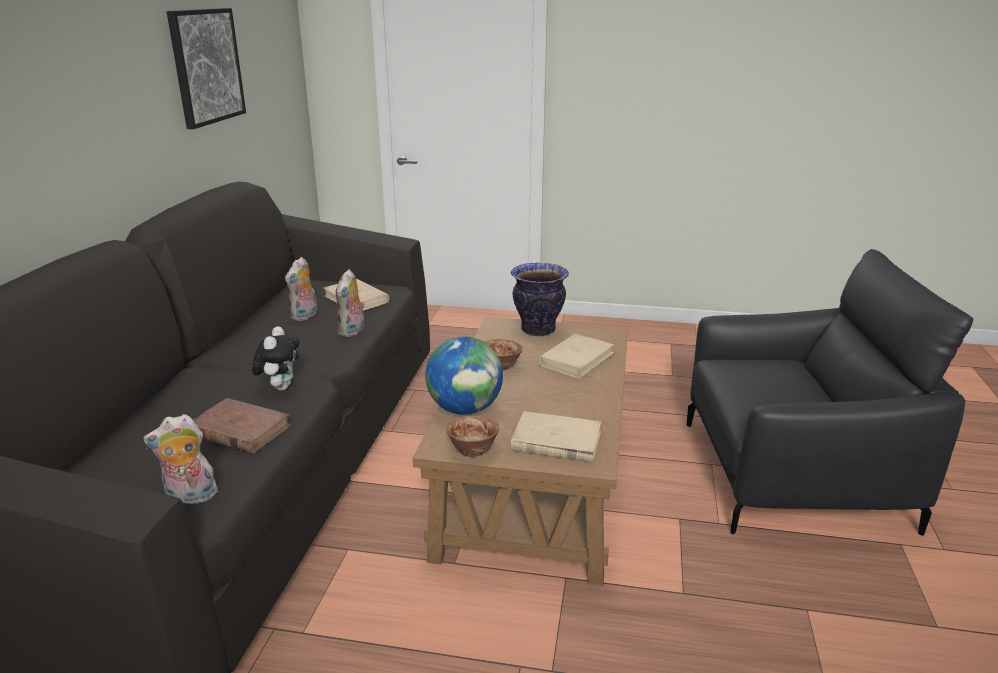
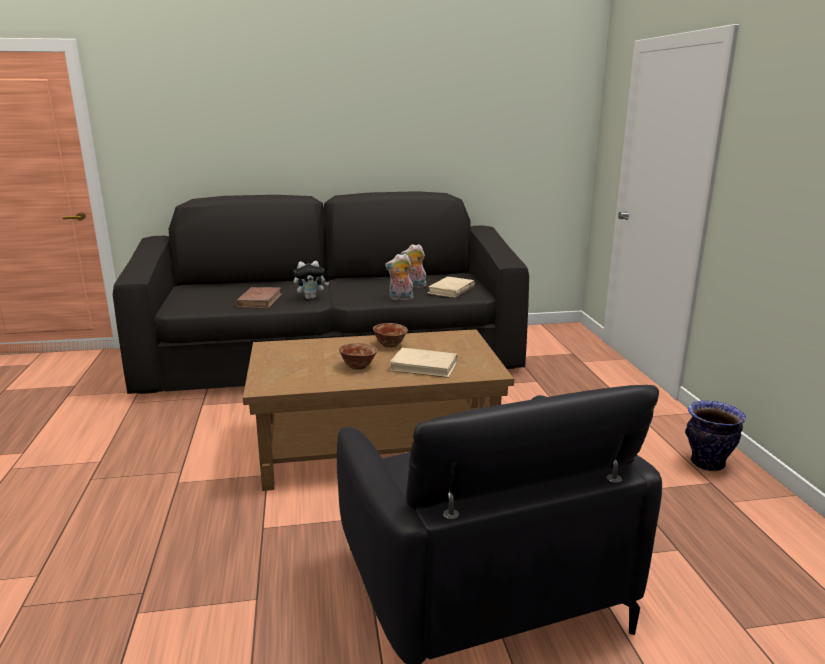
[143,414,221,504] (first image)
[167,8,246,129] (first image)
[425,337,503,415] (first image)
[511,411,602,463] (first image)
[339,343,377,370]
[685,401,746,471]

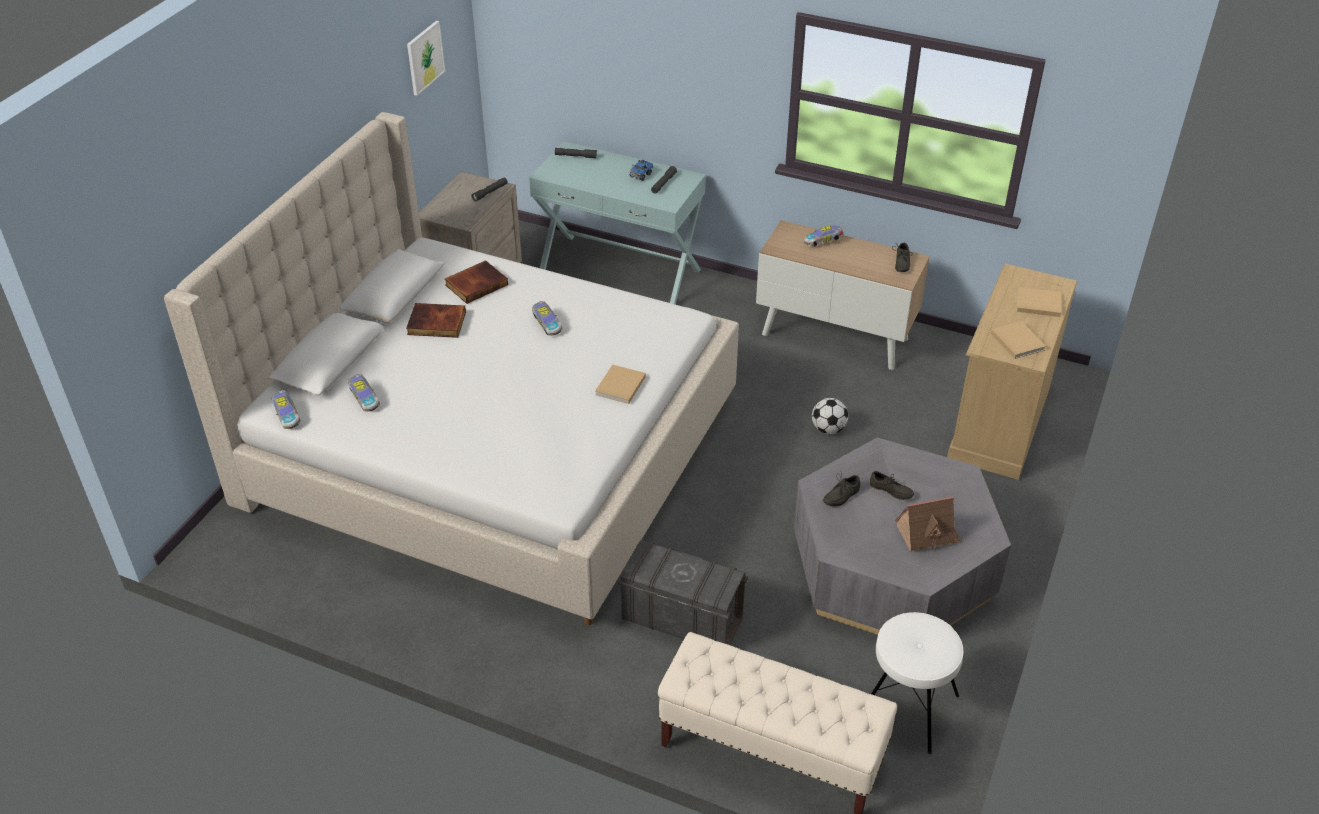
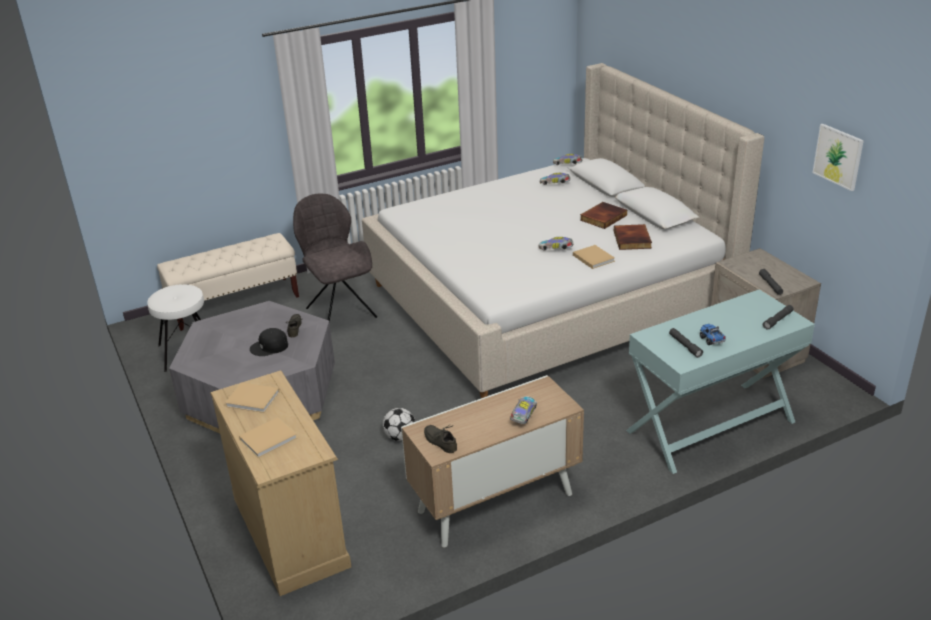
[895,496,962,552] (first image)
[573,245,615,269]
[293,194,377,322]
[250,328,288,356]

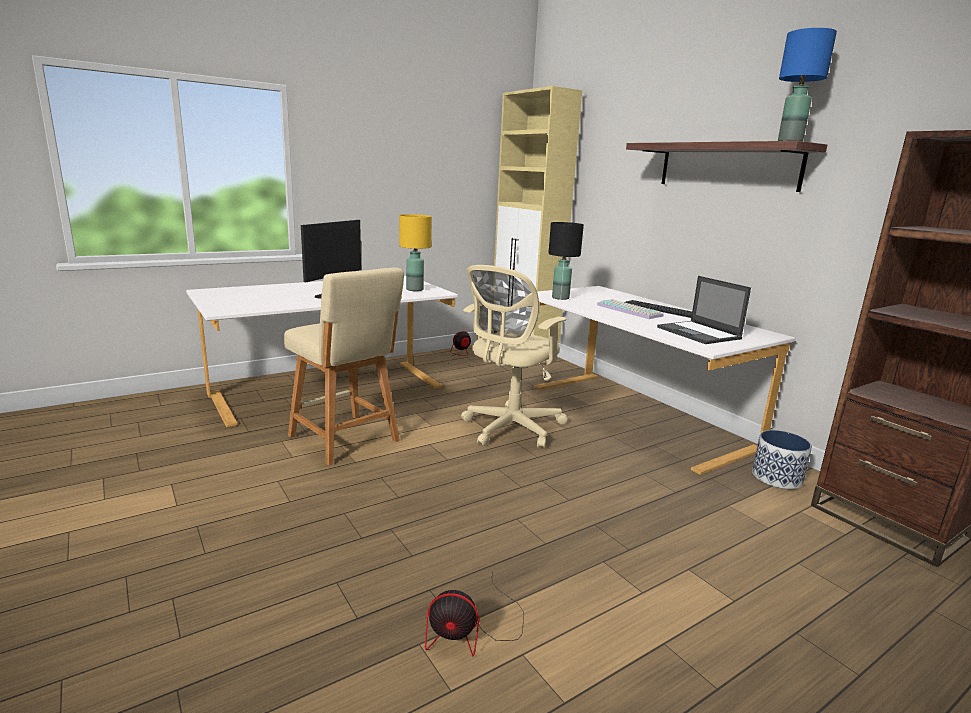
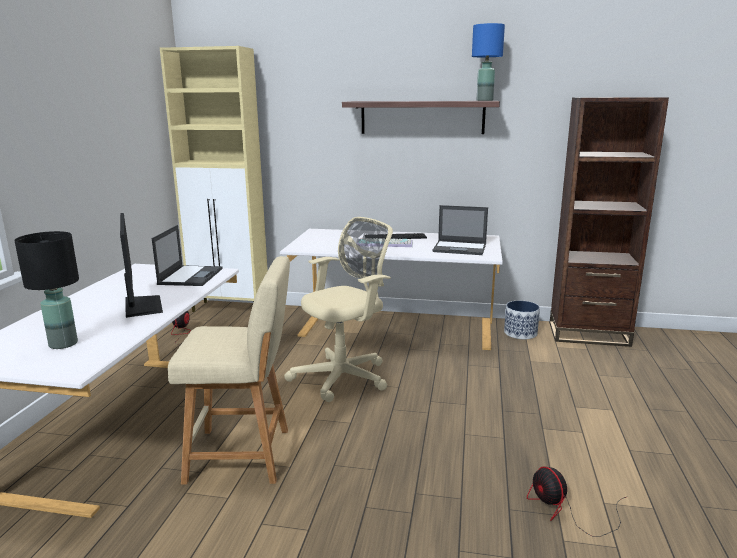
[14,231,79,349]
[152,225,222,286]
[527,466,628,537]
[284,217,393,402]

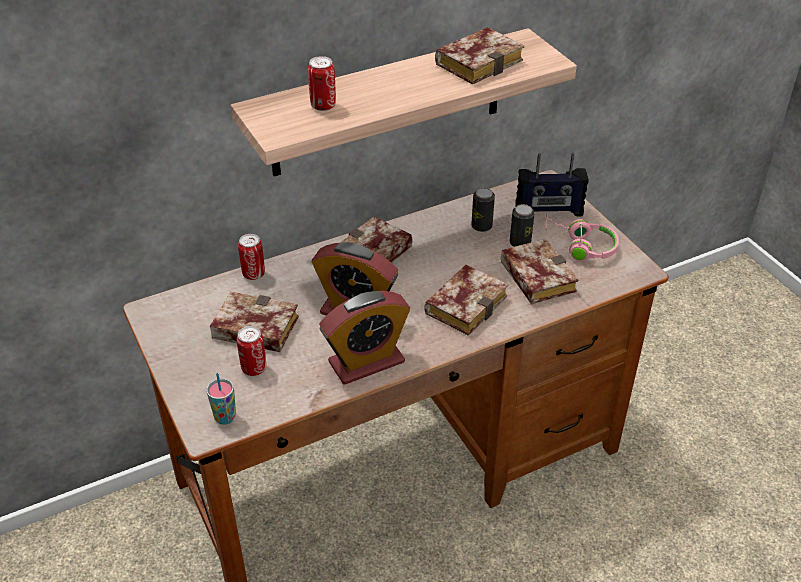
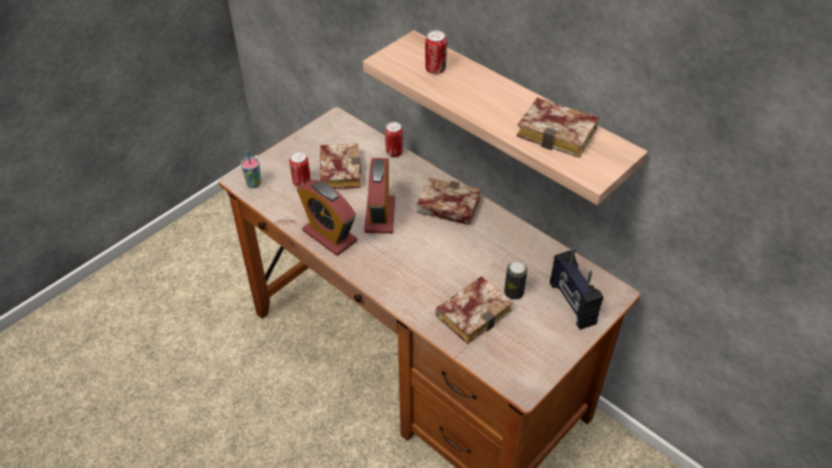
[424,265,508,336] (first image)
[471,188,495,232] (first image)
[545,213,619,261] (first image)

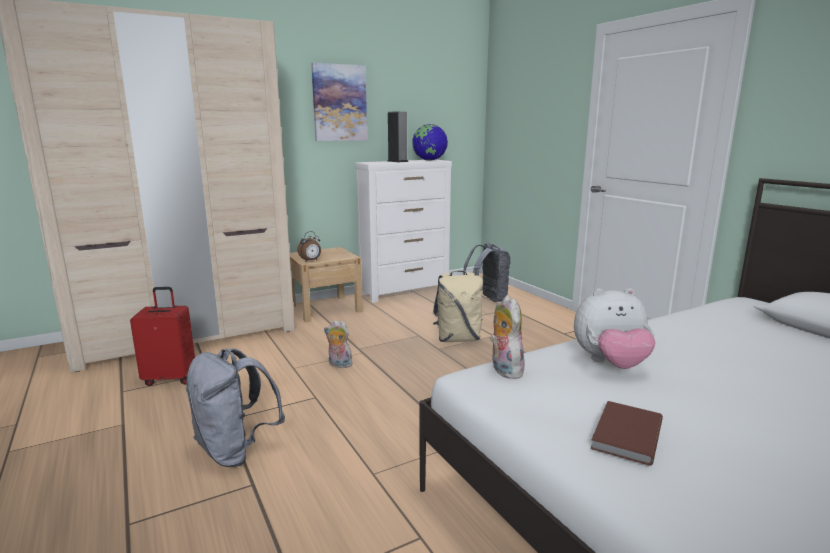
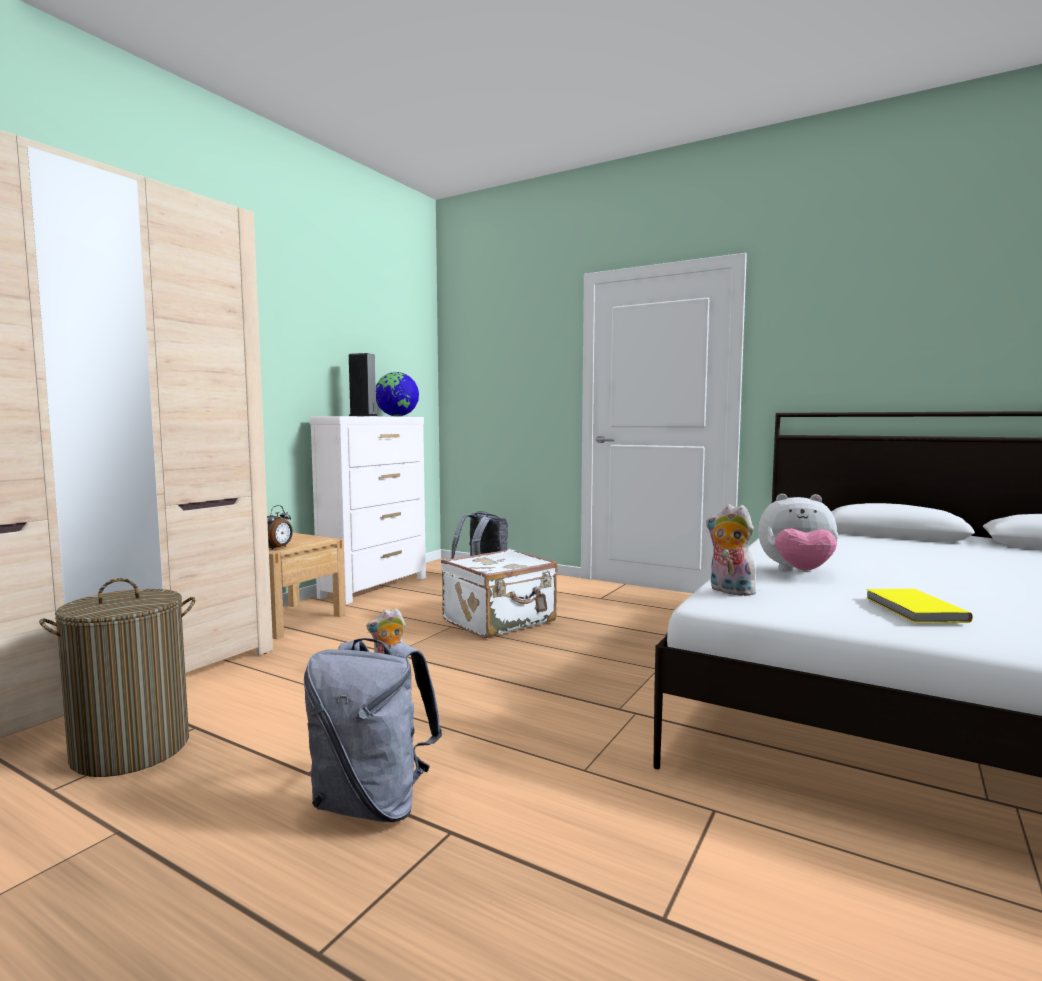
[311,63,367,141] (first image)
[39,578,195,777]
[441,549,558,638]
[865,589,973,623]
[758,494,838,572]

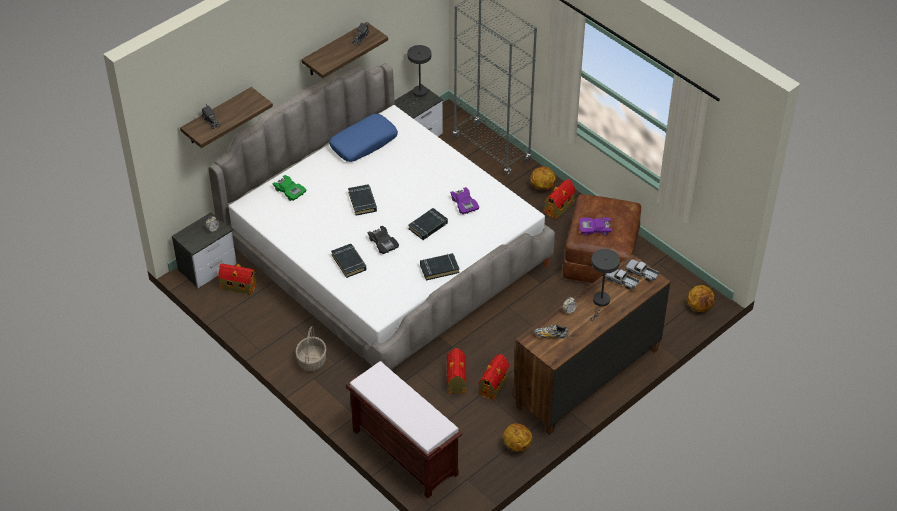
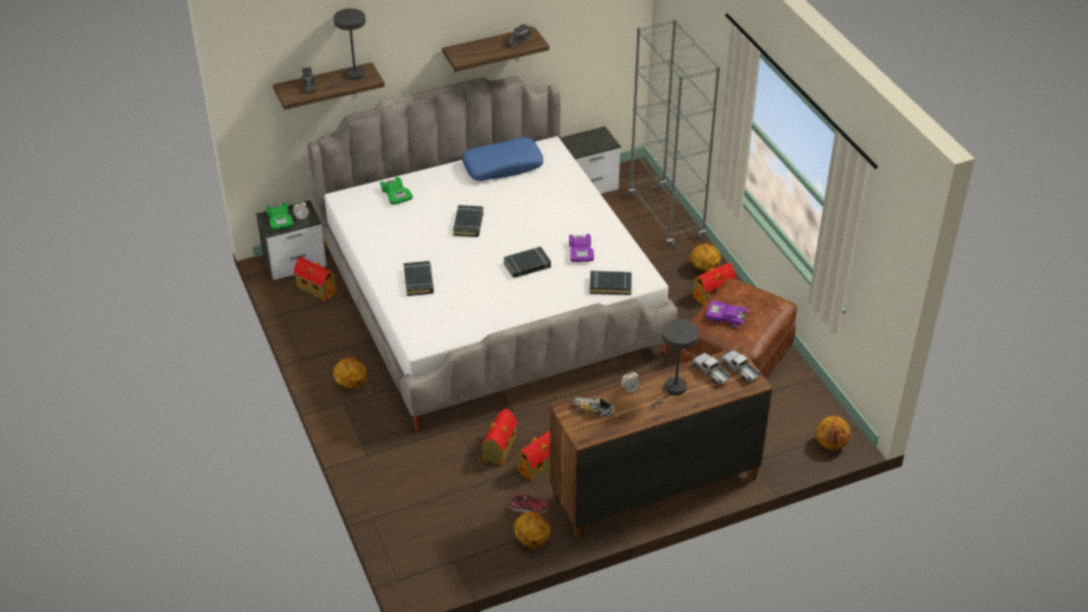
[346,361,463,498] (first image)
[367,226,399,254] (first image)
[266,202,293,230]
[509,493,550,514]
[328,8,366,88]
[590,270,632,295]
[333,358,367,389]

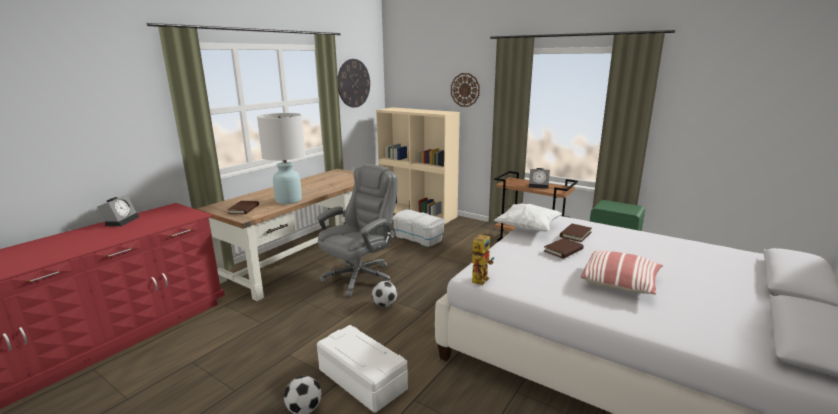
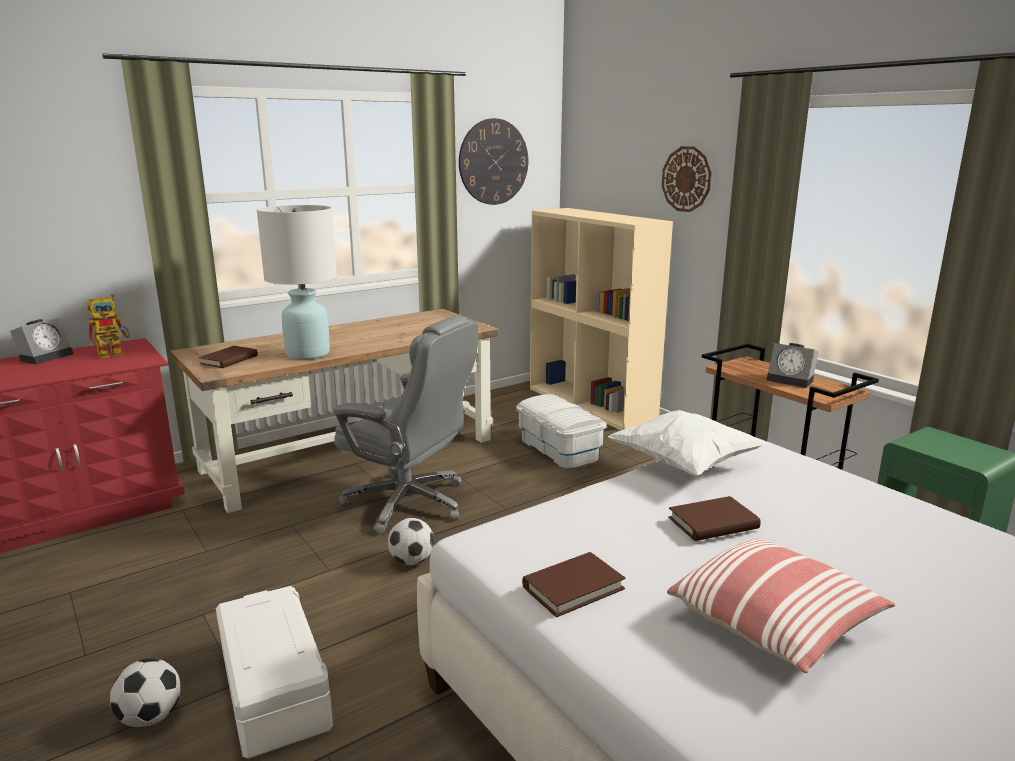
[87,294,130,358]
[522,552,626,617]
[333,315,478,534]

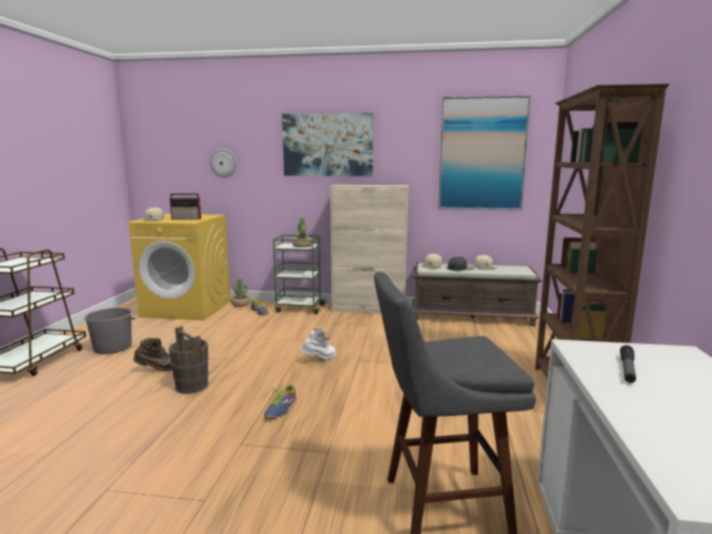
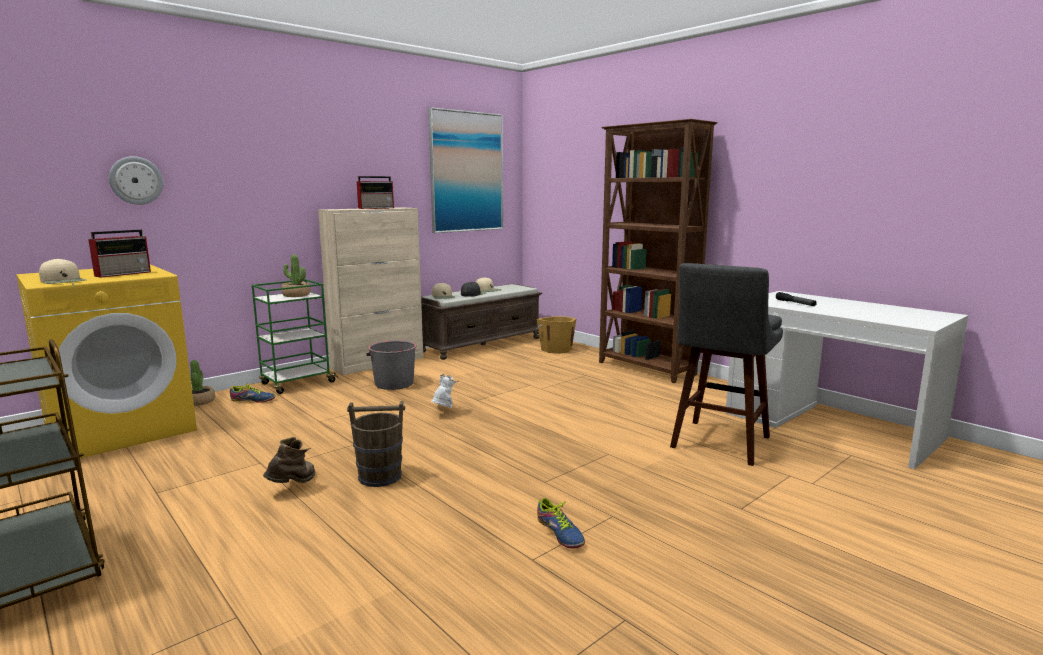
[282,113,373,176] (first image)
[357,176,394,209]
[535,316,576,354]
[366,340,417,390]
[536,498,585,549]

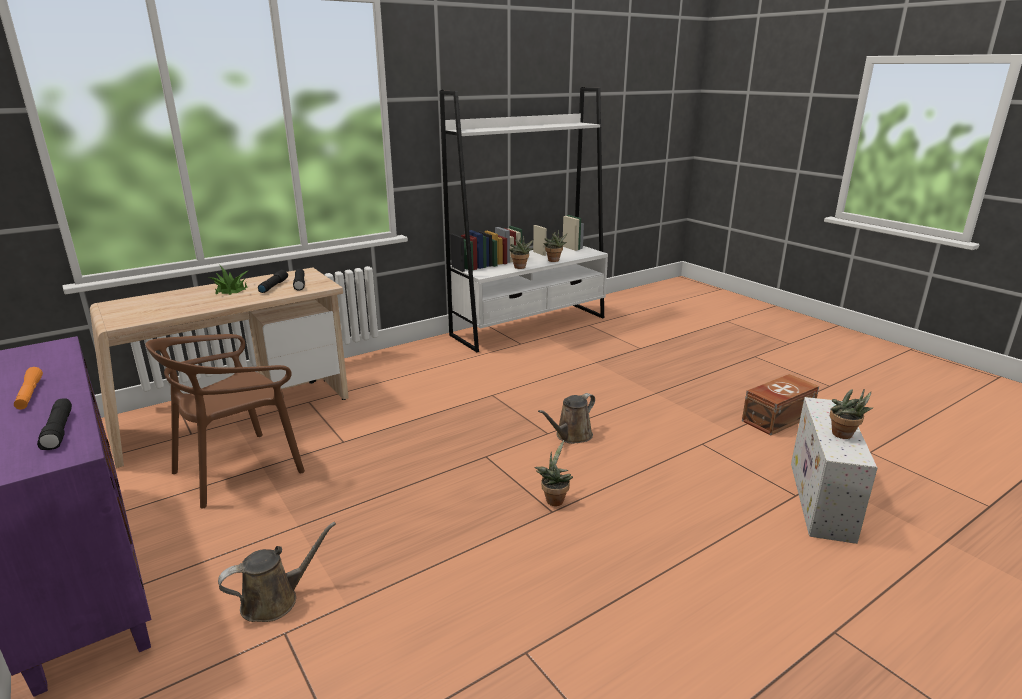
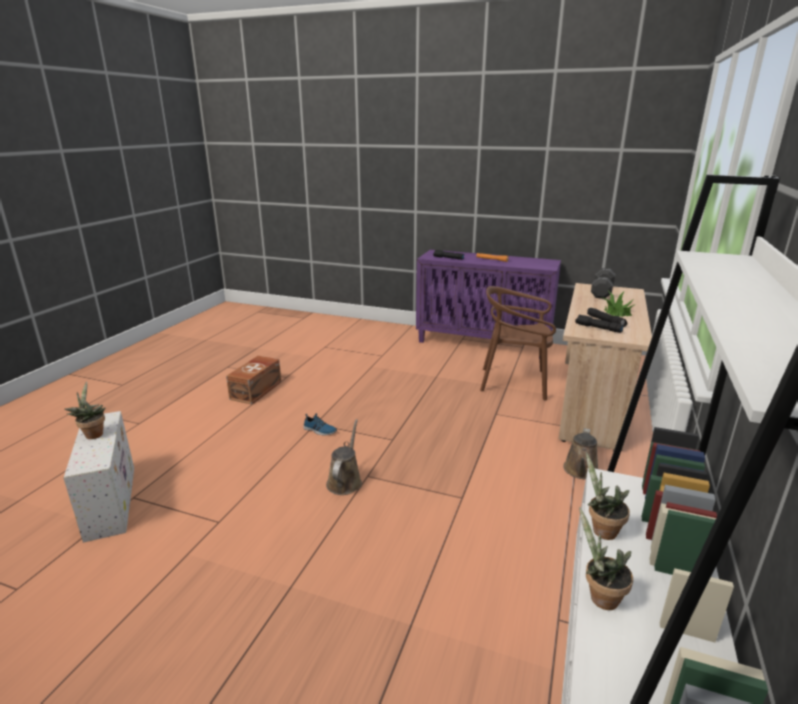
[591,268,615,299]
[563,428,598,480]
[226,356,281,404]
[303,413,337,436]
[480,286,556,400]

